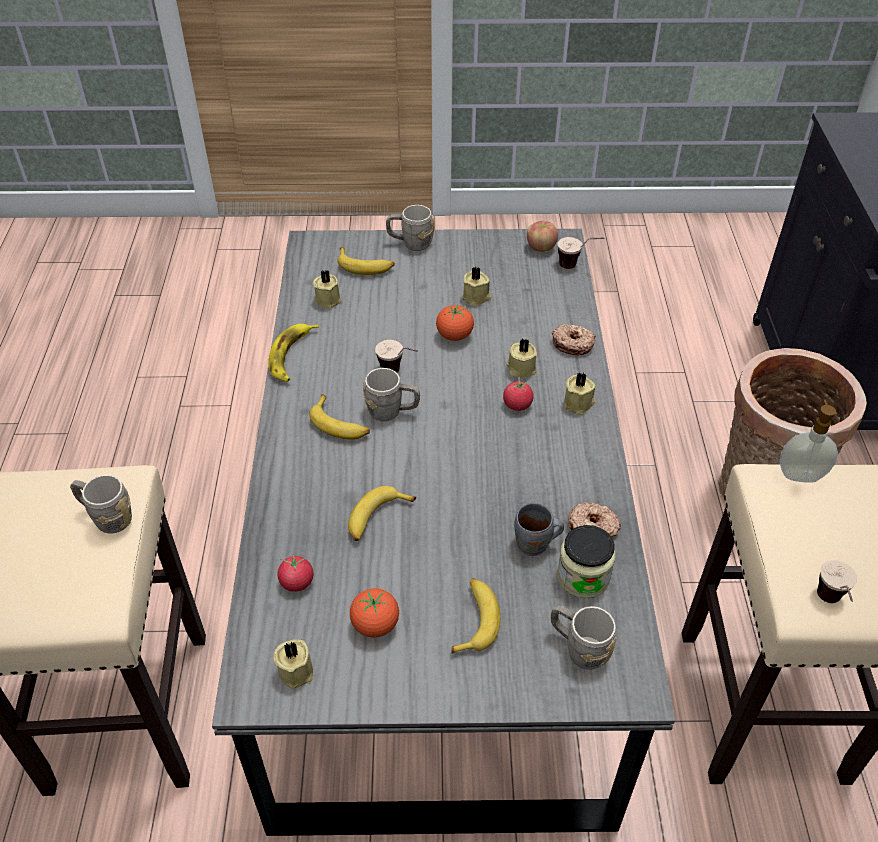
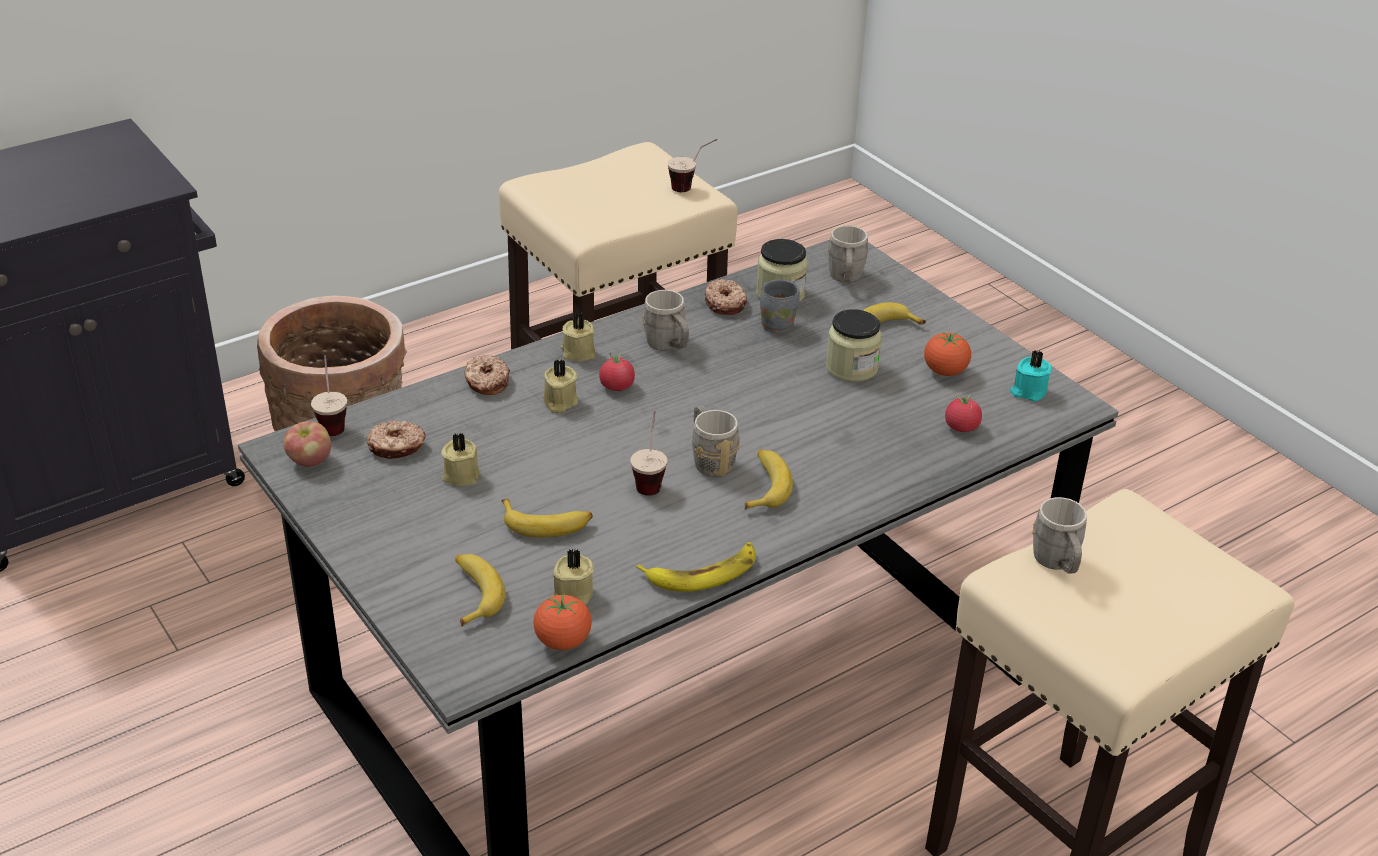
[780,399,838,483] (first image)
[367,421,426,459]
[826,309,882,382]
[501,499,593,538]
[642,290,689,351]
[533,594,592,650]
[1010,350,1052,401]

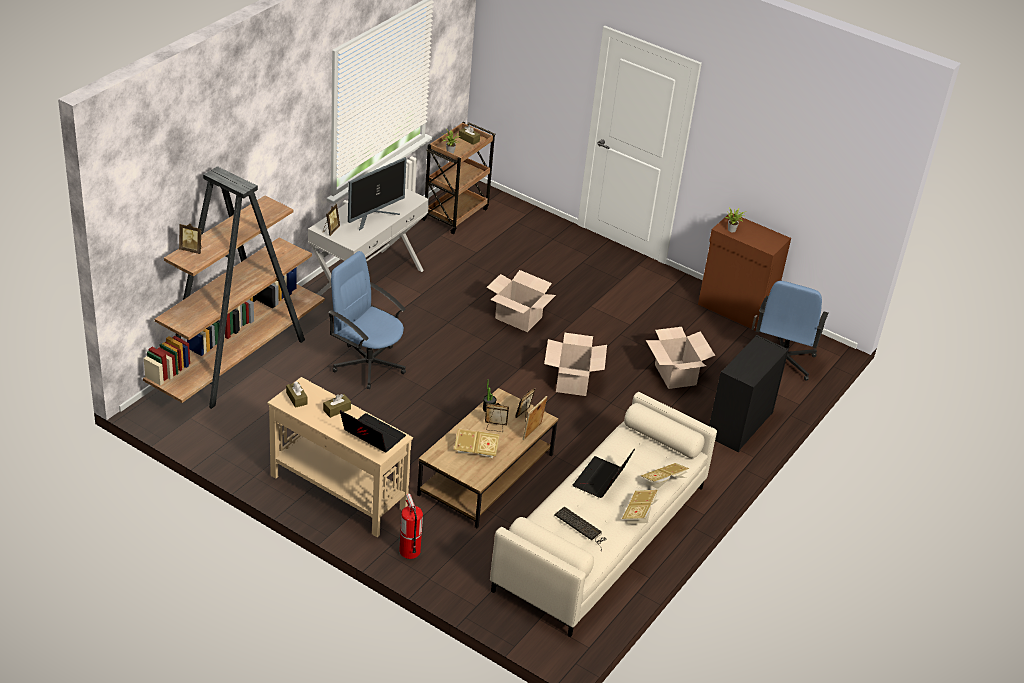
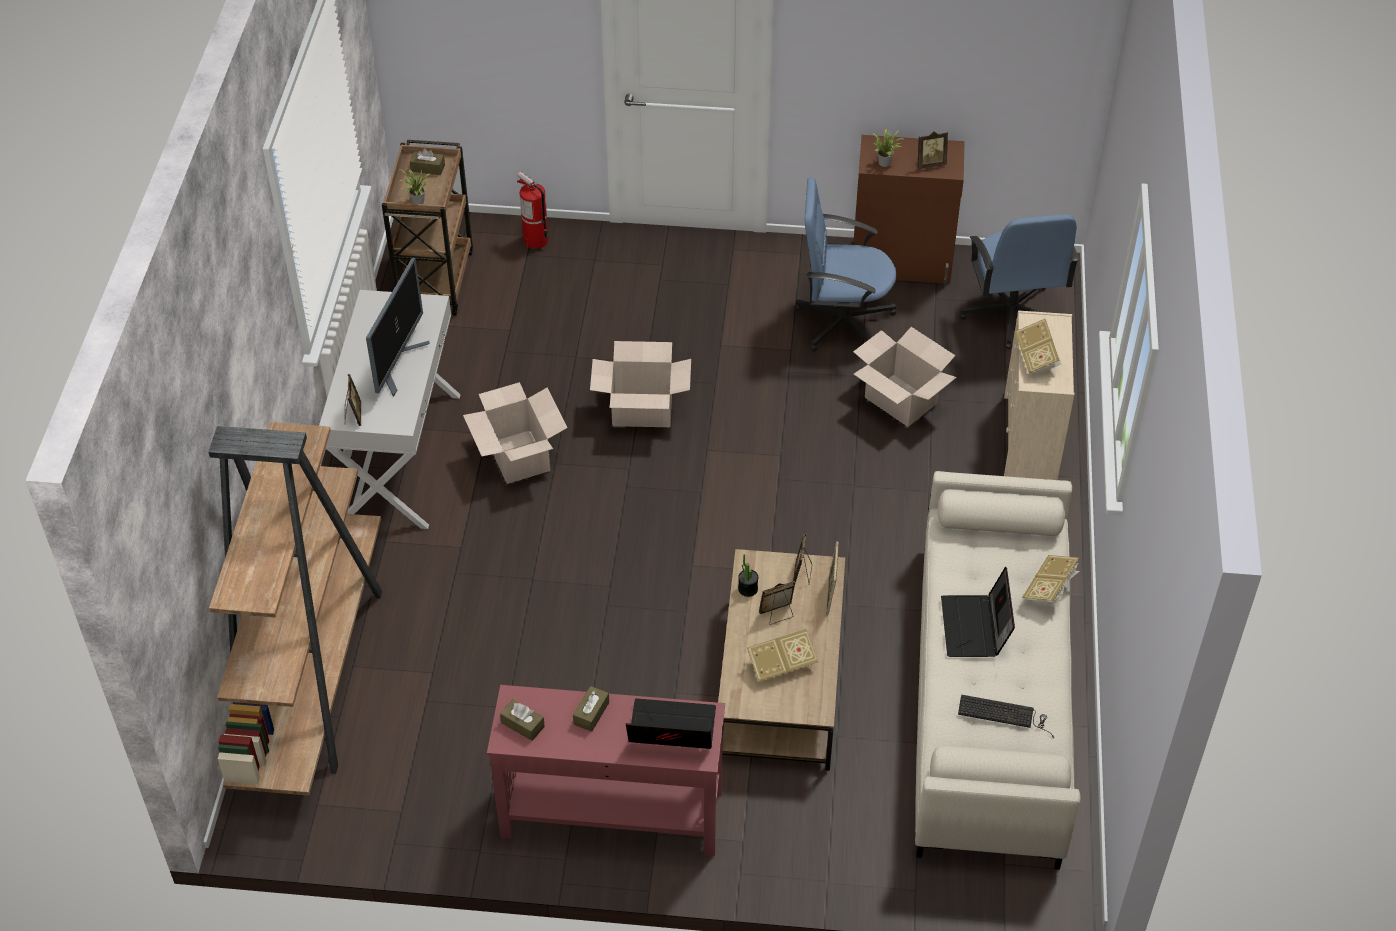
[917,131,948,169]
[794,178,897,352]
[517,171,549,249]
[463,382,568,484]
[1015,319,1061,376]
[487,685,725,856]
[1004,310,1074,480]

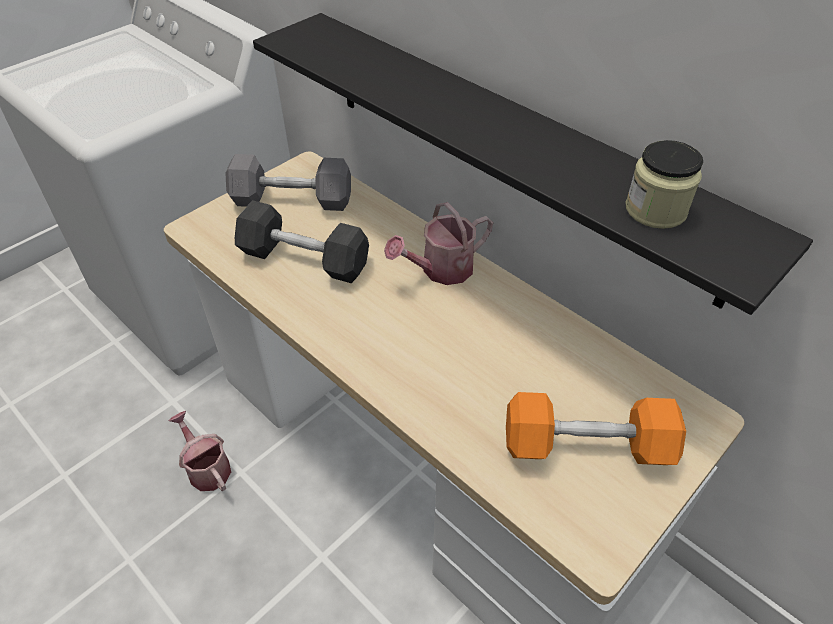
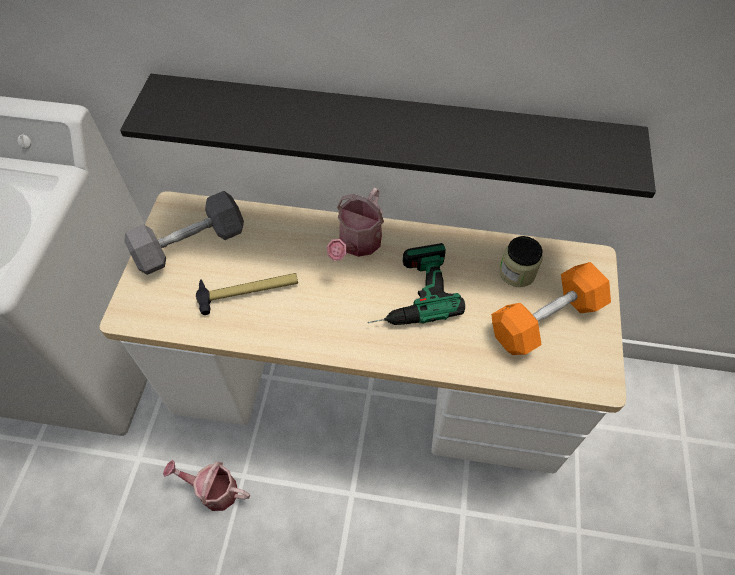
[367,243,465,325]
[499,236,542,287]
[196,273,298,315]

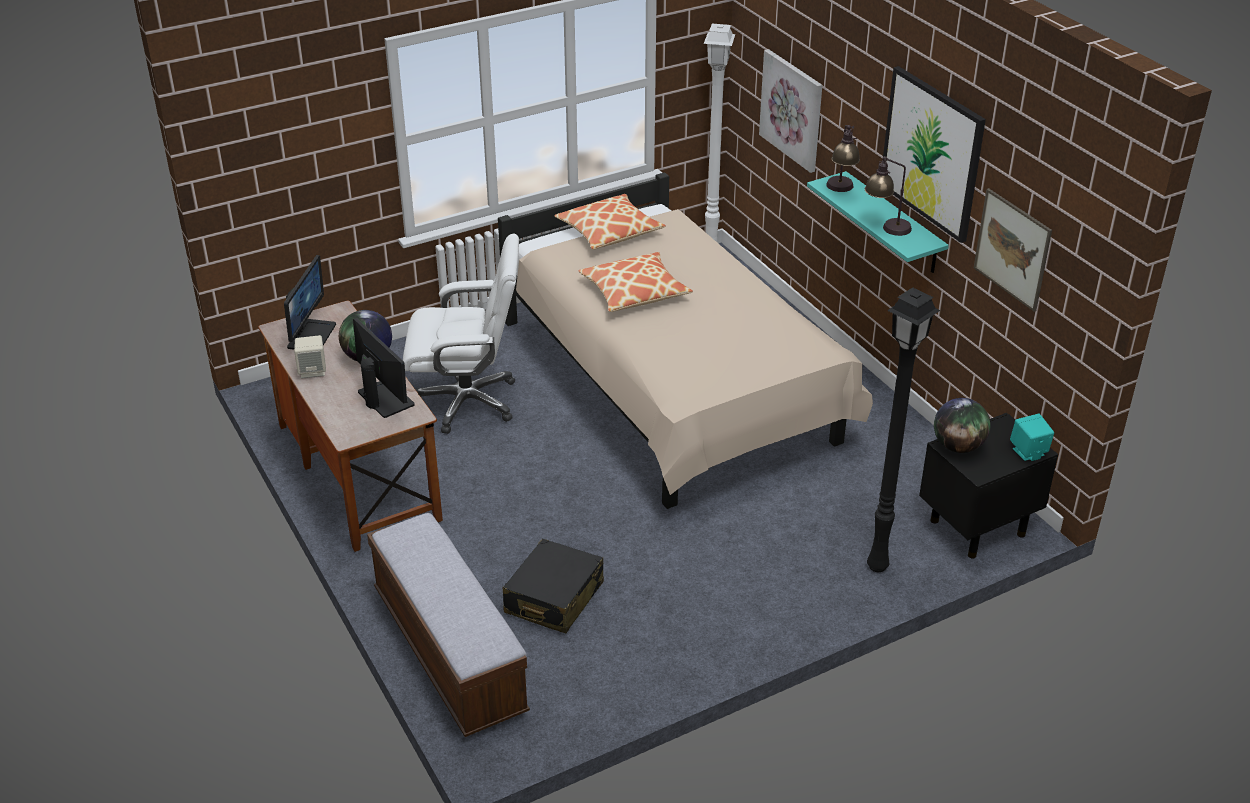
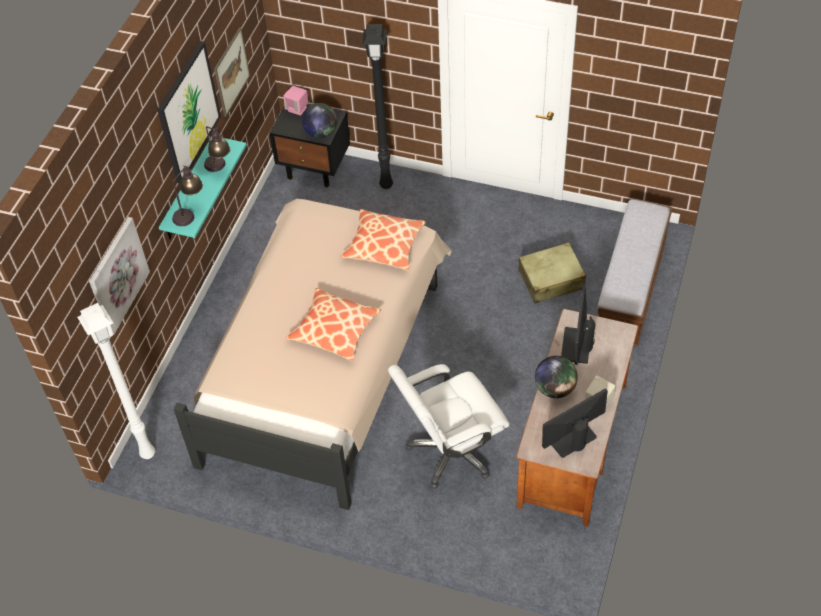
[341,209,426,270]
[518,242,586,304]
[283,86,308,115]
[388,364,509,489]

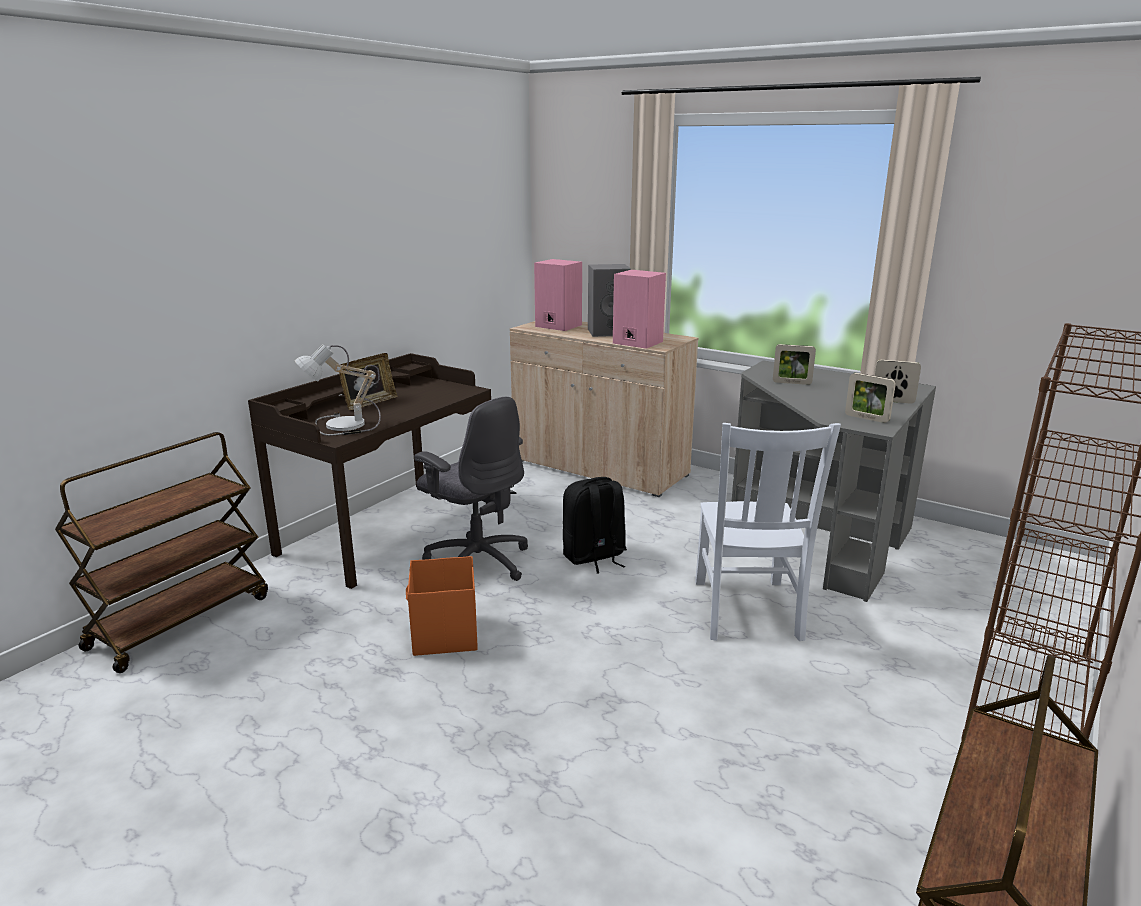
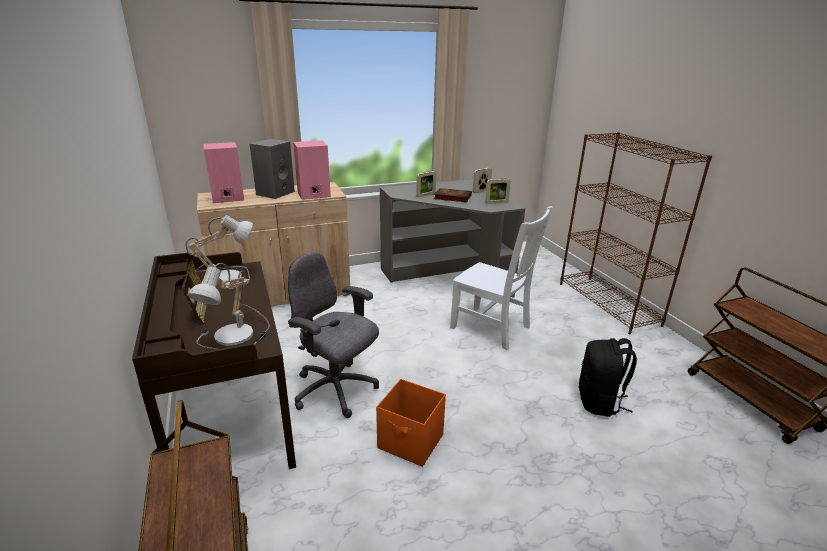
[185,215,253,290]
[434,188,472,202]
[579,338,637,417]
[288,252,379,418]

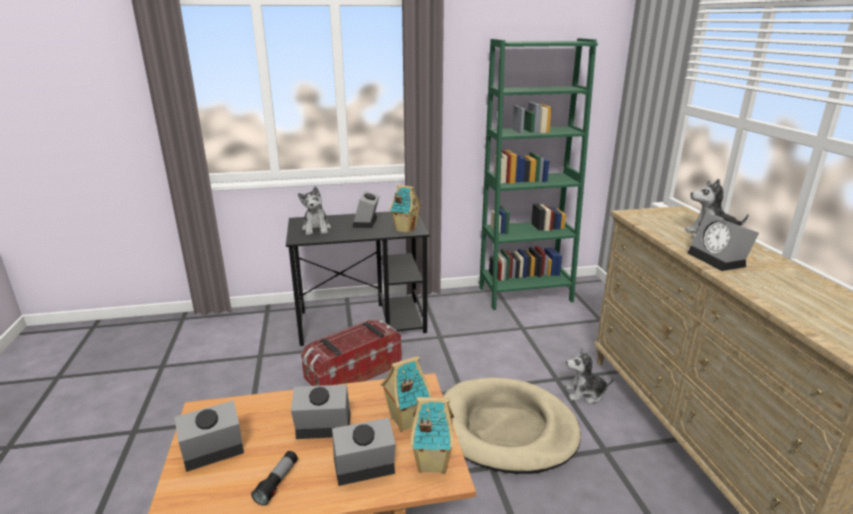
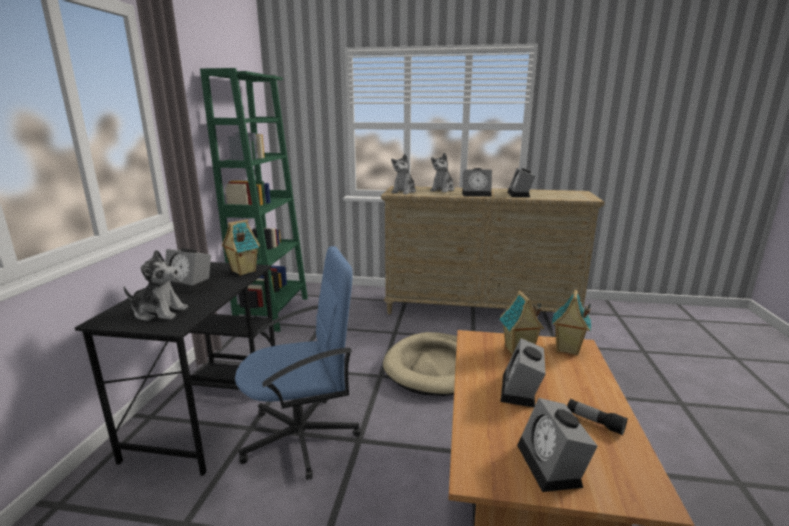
[507,168,535,197]
[391,154,416,194]
[235,246,361,480]

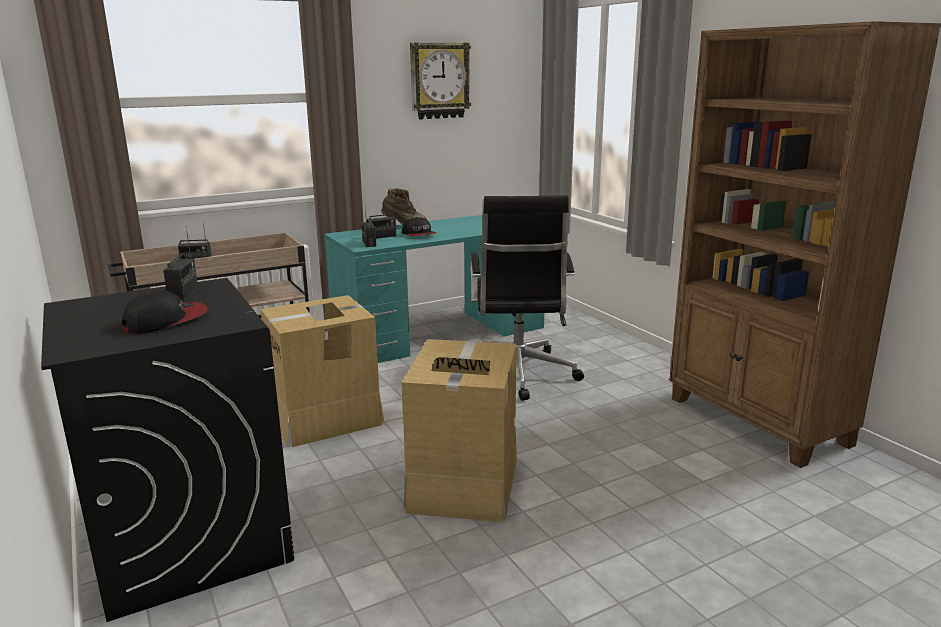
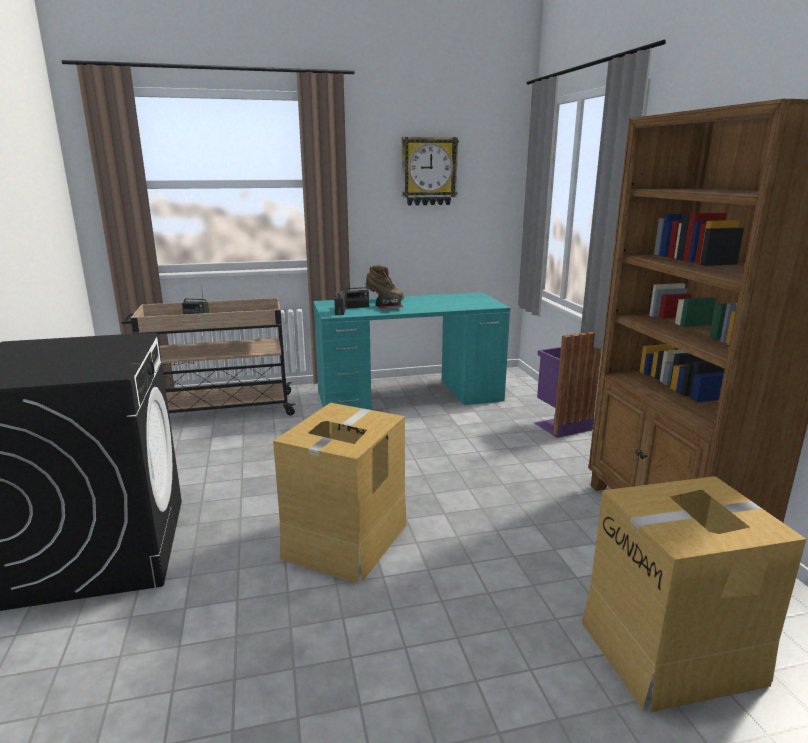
[121,290,208,334] (first image)
[163,226,198,300] (first image)
[471,195,584,401] (first image)
[534,332,602,438]
[582,476,806,713]

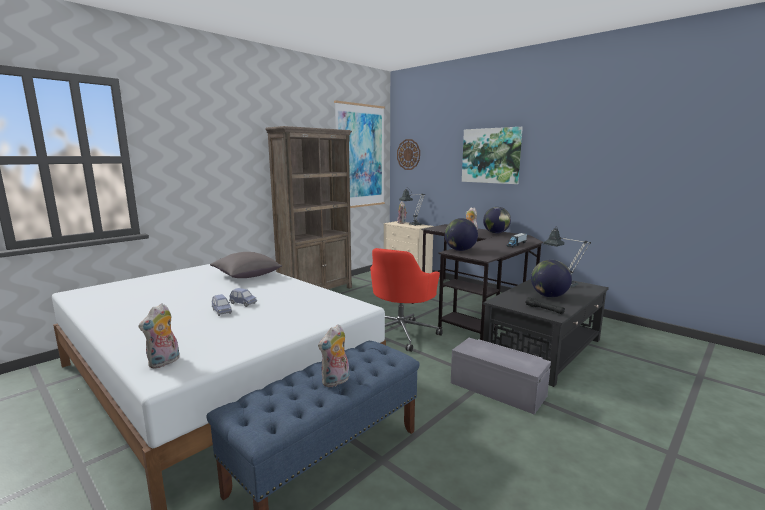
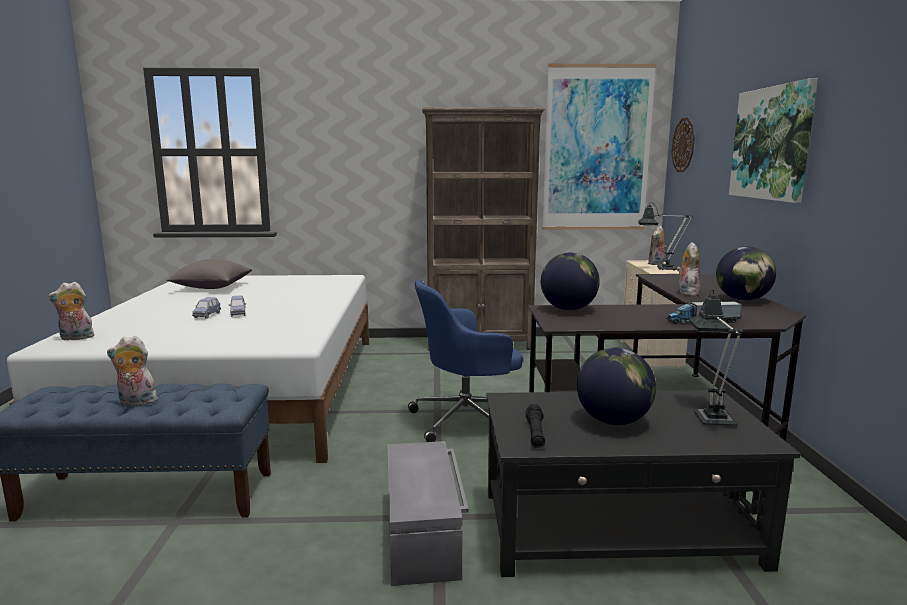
[167,259,252,289]
[408,279,523,442]

